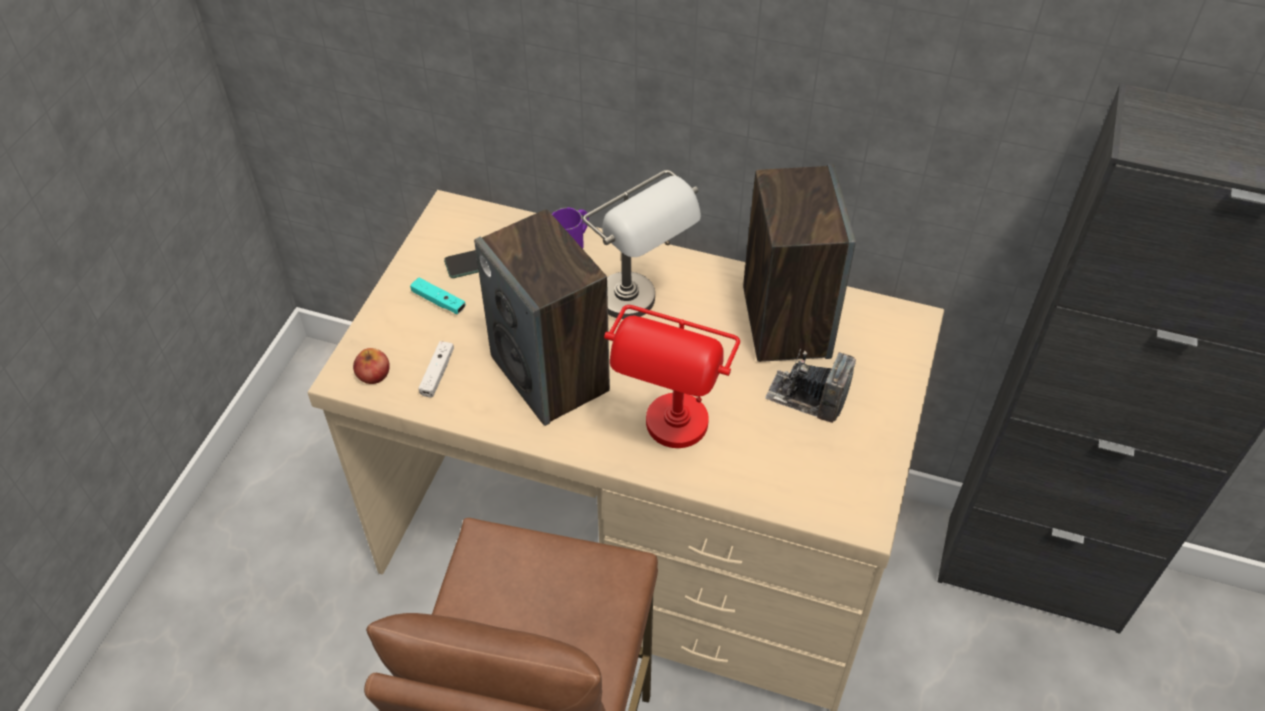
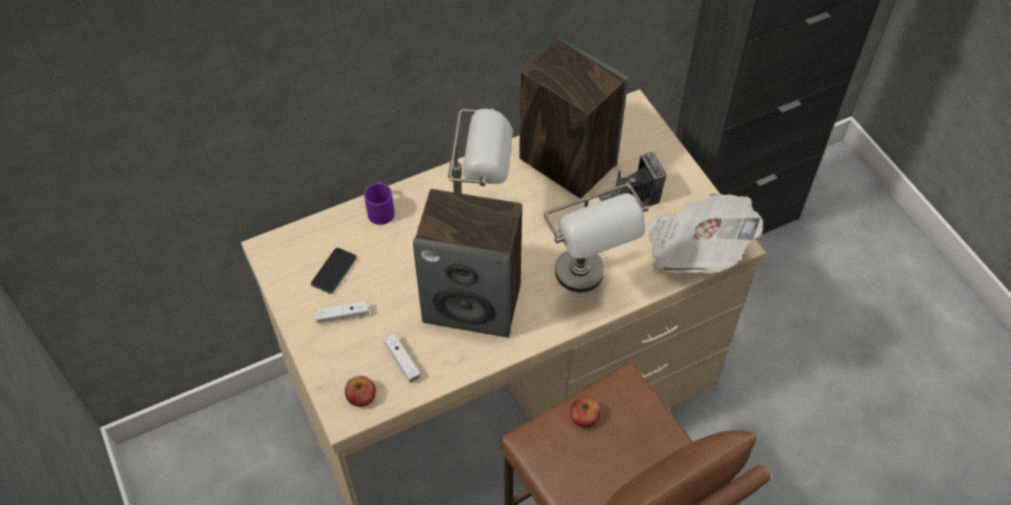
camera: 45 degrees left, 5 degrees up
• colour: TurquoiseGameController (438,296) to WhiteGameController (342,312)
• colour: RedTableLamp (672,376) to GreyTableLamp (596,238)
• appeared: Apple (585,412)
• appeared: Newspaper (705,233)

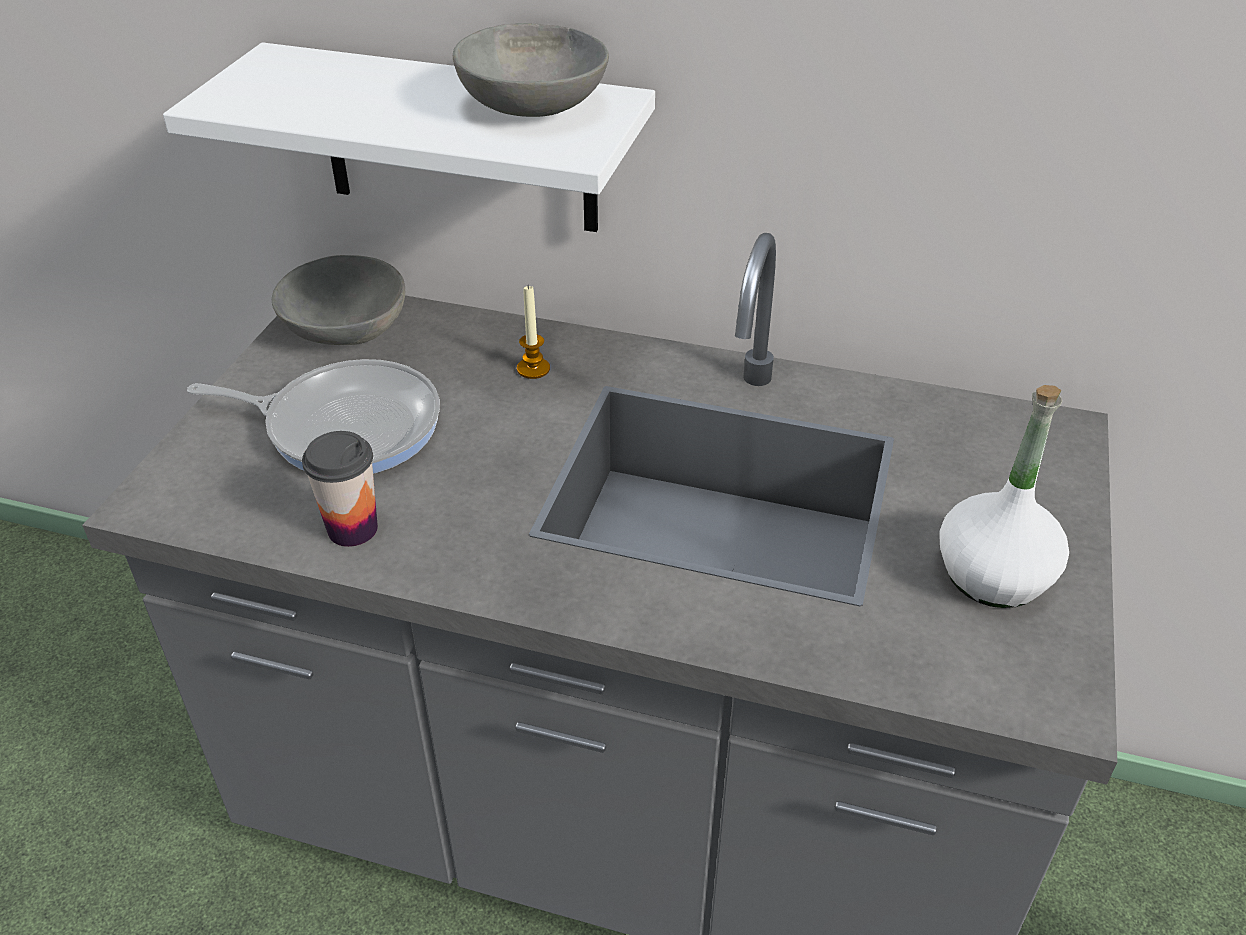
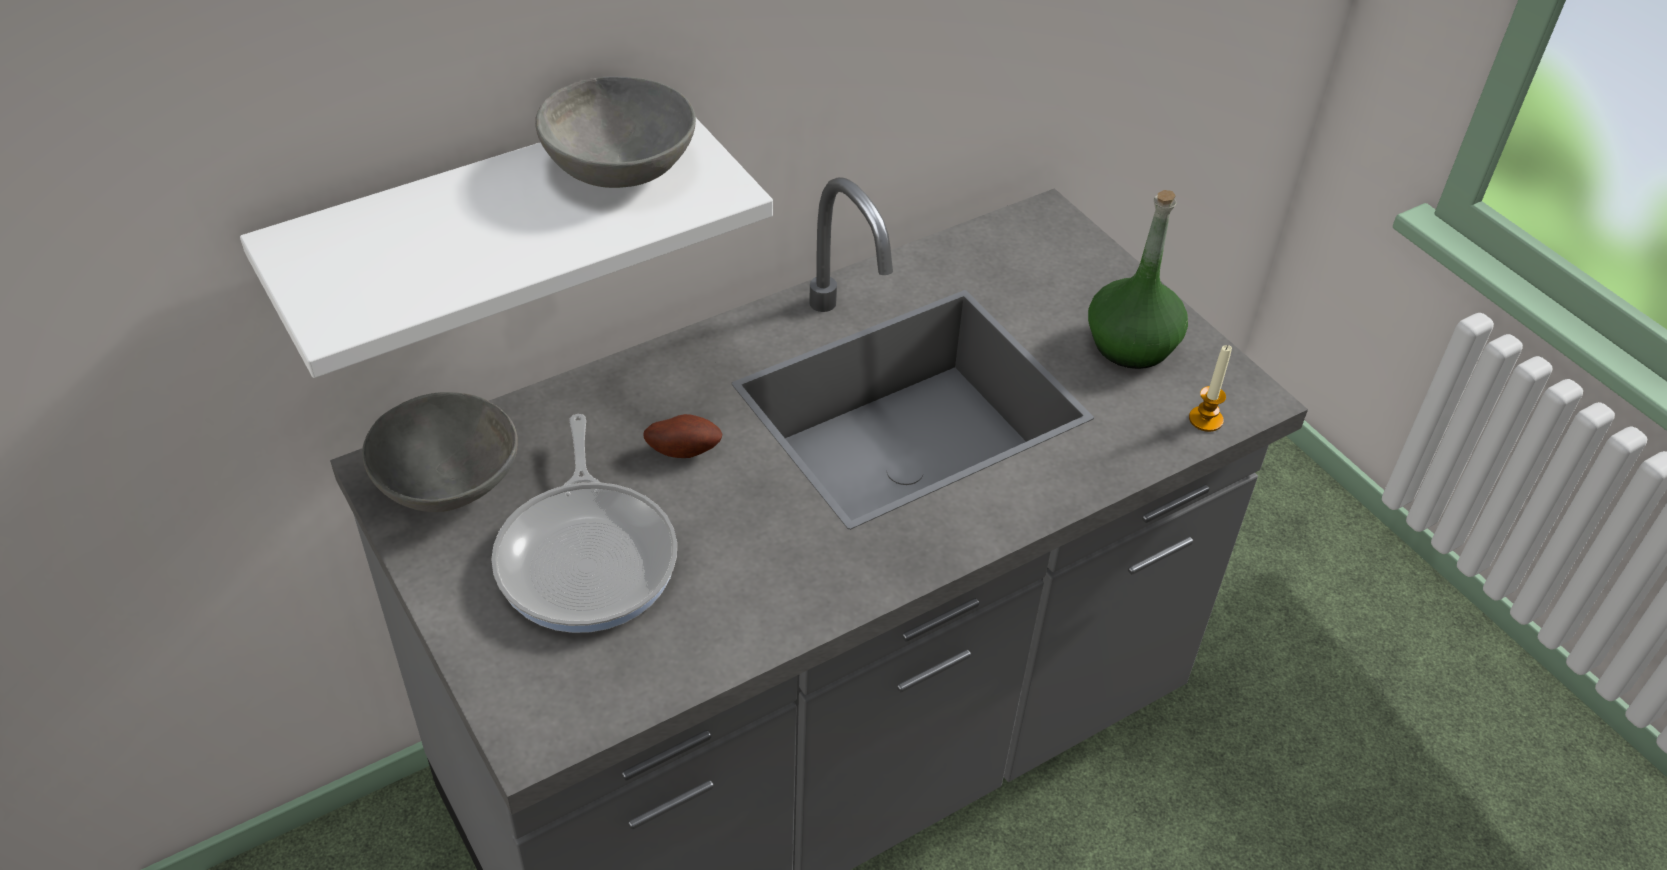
camera: 50 degrees left, 5 degrees up
• spun: FryingPan (313,416) = (584,523) 120 degrees clockwise
• appeared: Potato (682,436)
• colour: WhiteBottle (1004,496) to GreenBottle (1138,279)
• relocated: Candle (533,332) to (1210,388)
• missing: Cup (340,489)

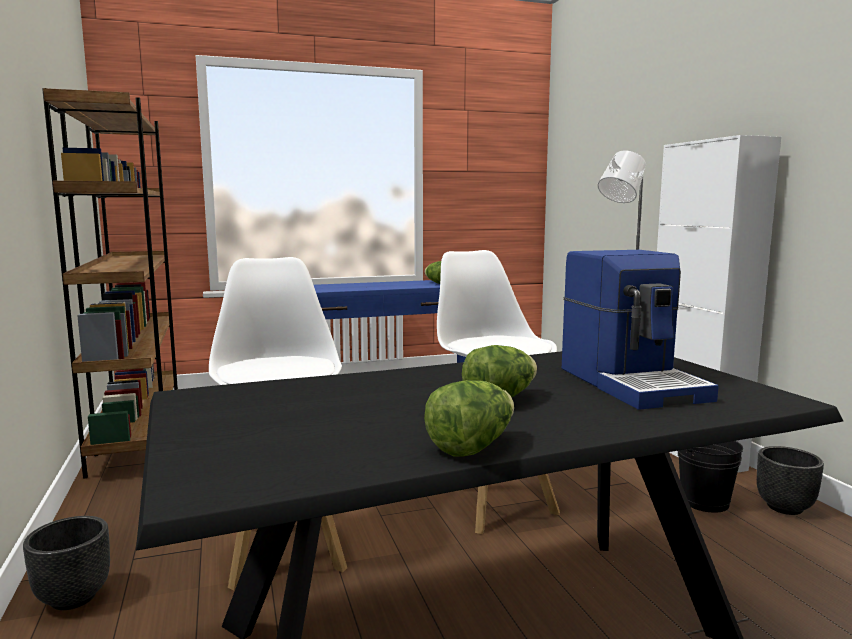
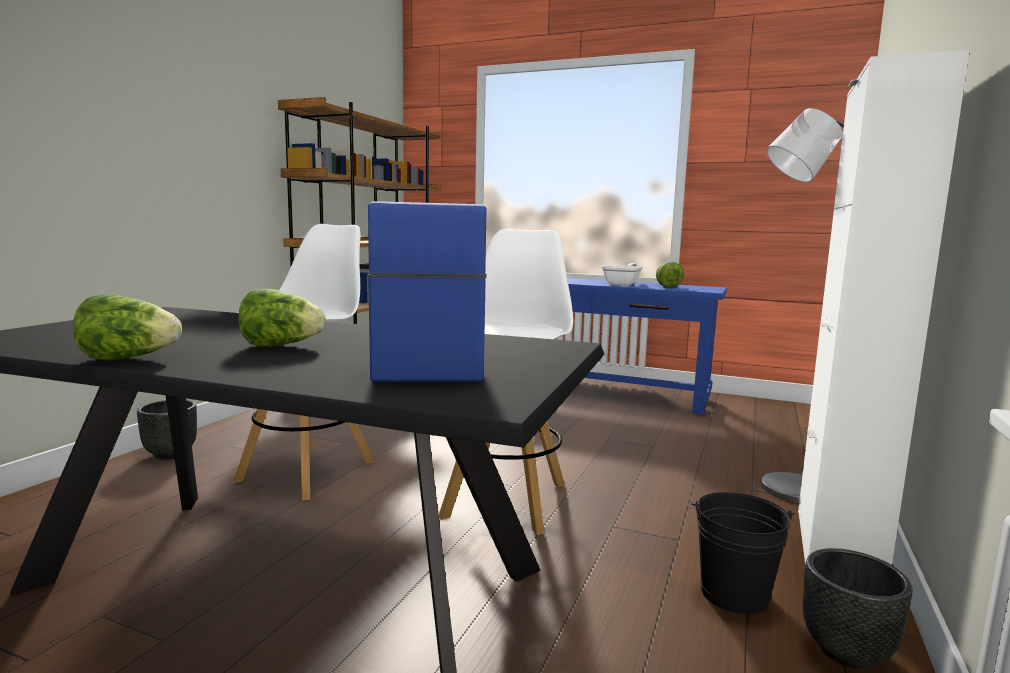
camera: 40 degrees right, 0 degrees up
• spun: CoffeeMachine (640,330) = (427,291) 150 degrees clockwise
• appeared: FryingPan (622,274)

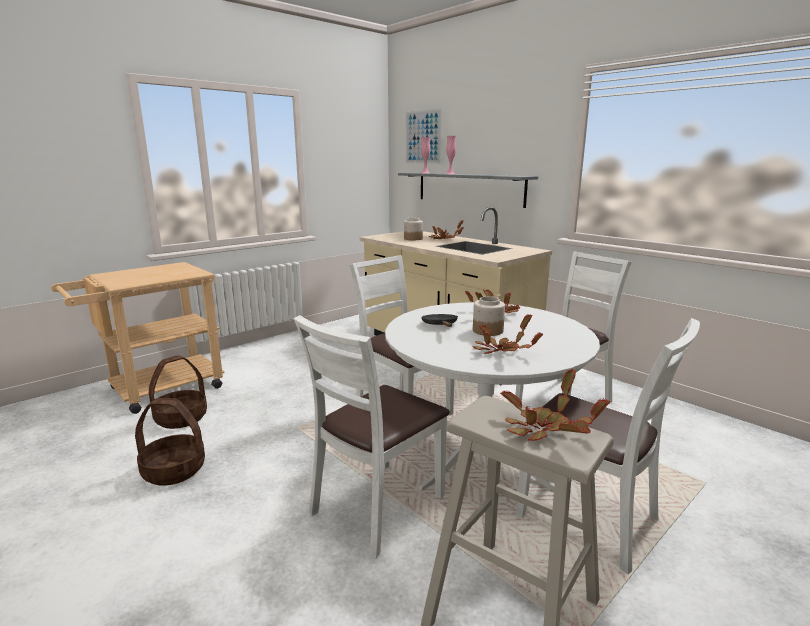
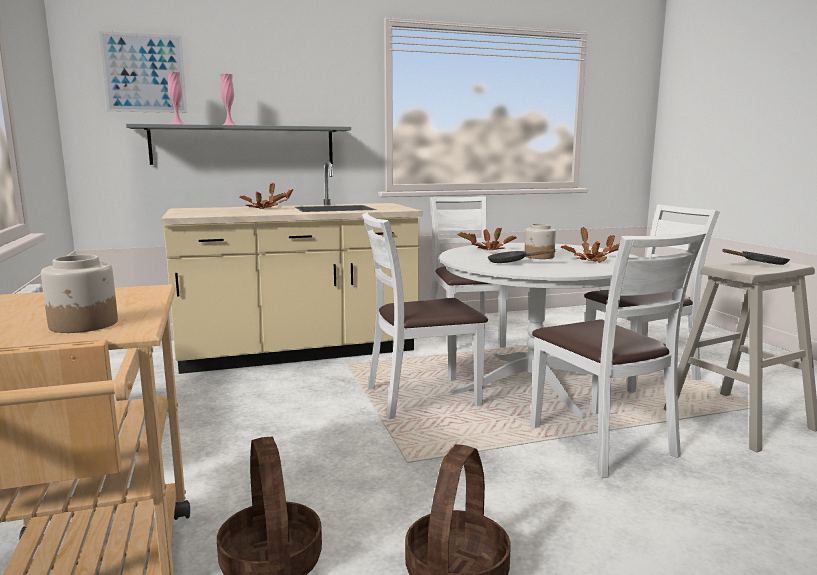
camera: 65 degrees left, 5 degrees down
• relocated: Jar (413,229) to (79,294)
• exchanged: PottedPlant (555,405) to BlackFryingPan (756,257)

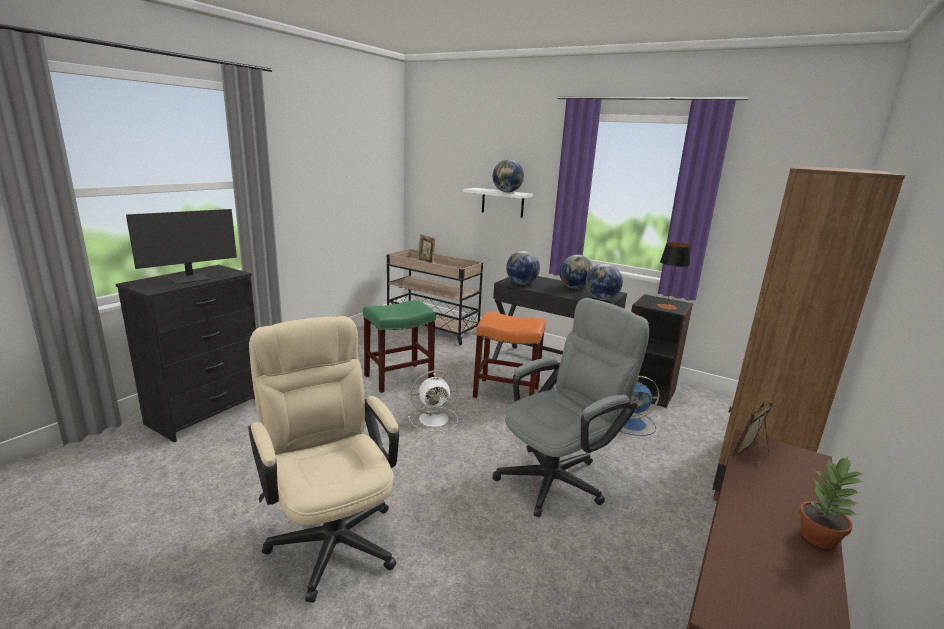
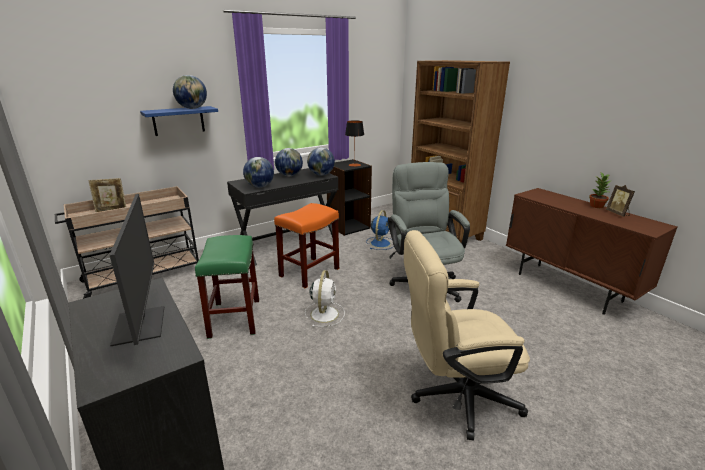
camera: 65 degrees left, 5 degrees up
• colour: WhiteShelf (498,203) to BlueShelf (179,121)
• relocated: PictureFrame (752,434) to (620,201)

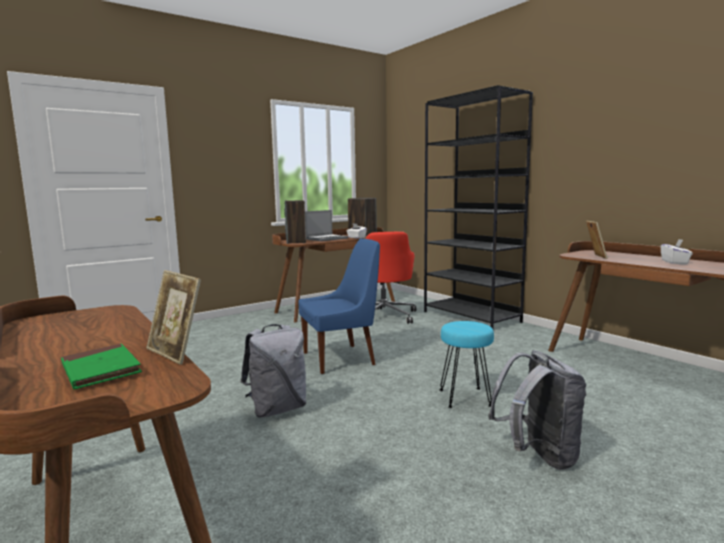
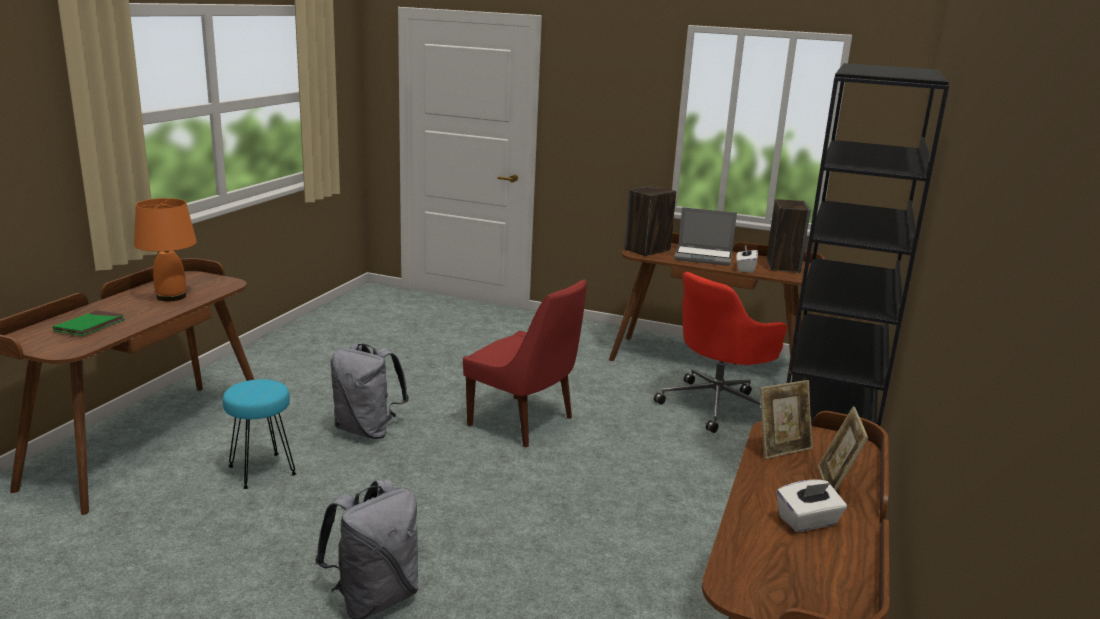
camera: 55 degrees right, 10 degrees up
• appeared: OrangeTableLamp (165,249)
• relocated: TurquoiseStool (467,364) to (259,434)
• colour: BlueChair (339,306) to RedChair (525,363)
• relocated: PictureFrame (174,317) to (843,448)

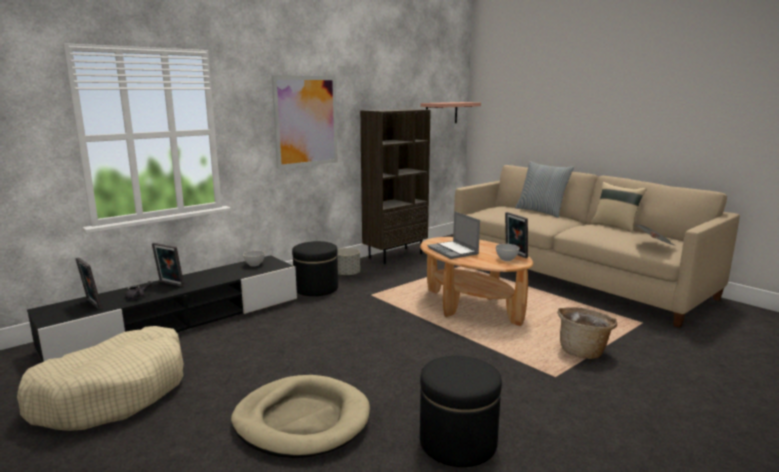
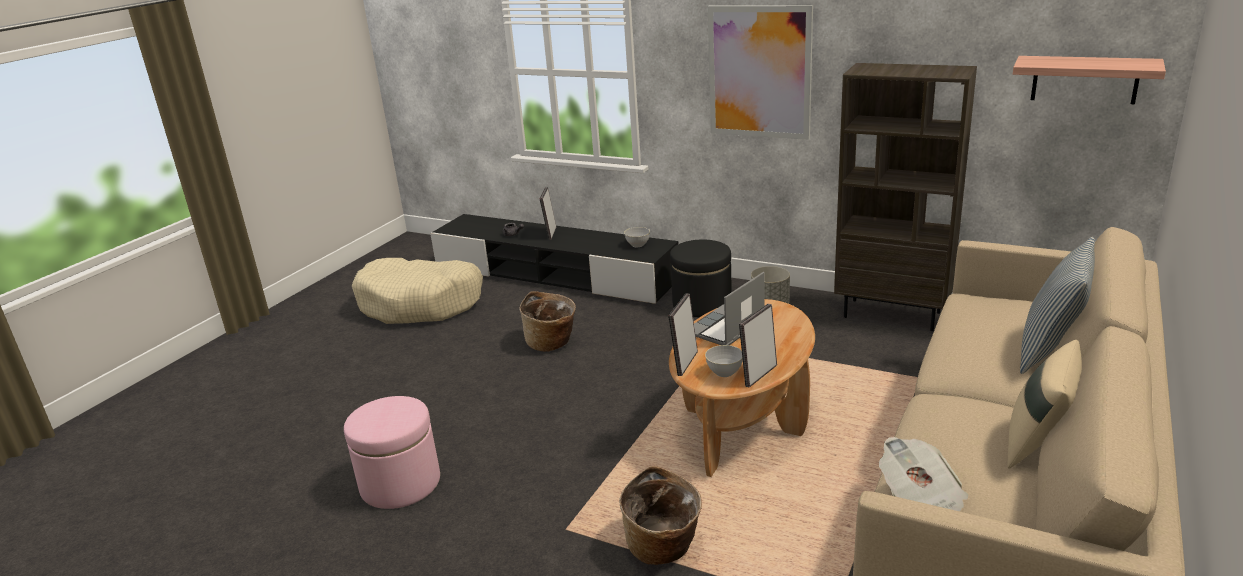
camera: 70 degrees right, 10 degrees up
• colour: BlackOttoman (461,411) to PinkOttoman (392,452)
• appeared: Basket (547,321)
• relocated: PictureFrame (88,283) to (683,334)
• missing: BeigeDogBed (300,416)

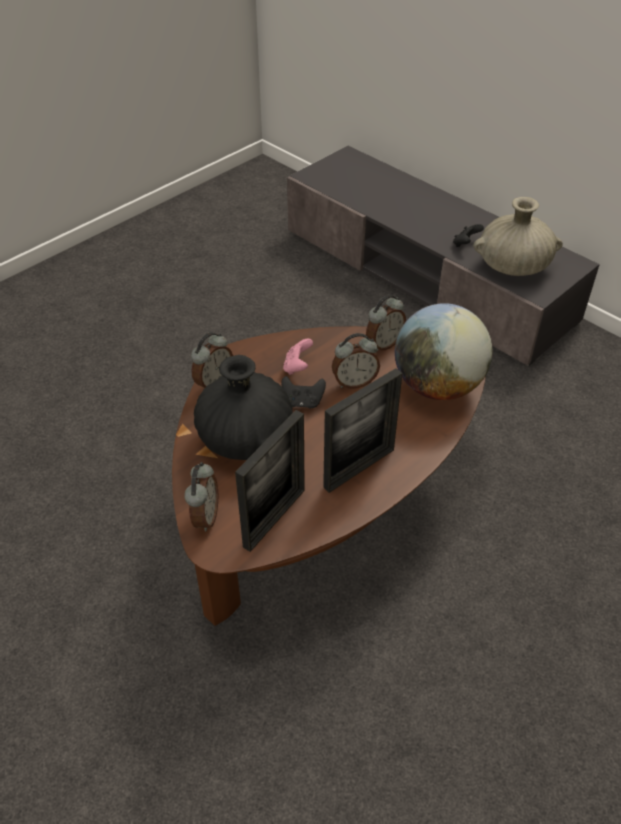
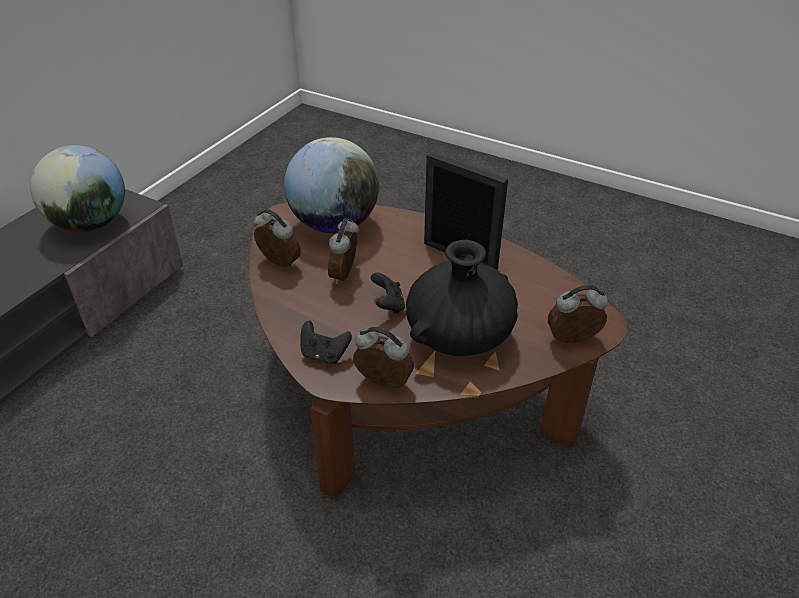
camera: 105 degrees left, 5 degrees down
• exchanged: BeigeVase (518,236) to Globe (77,188)
• relocated: BlackGameController (468,235) to (326,342)
• spun: AlarmClock (356,361) = (343,251) 135 degrees counterclockwise
• missing: PictureFrame (270,481)
• missing: PinkGameController (298,356)

